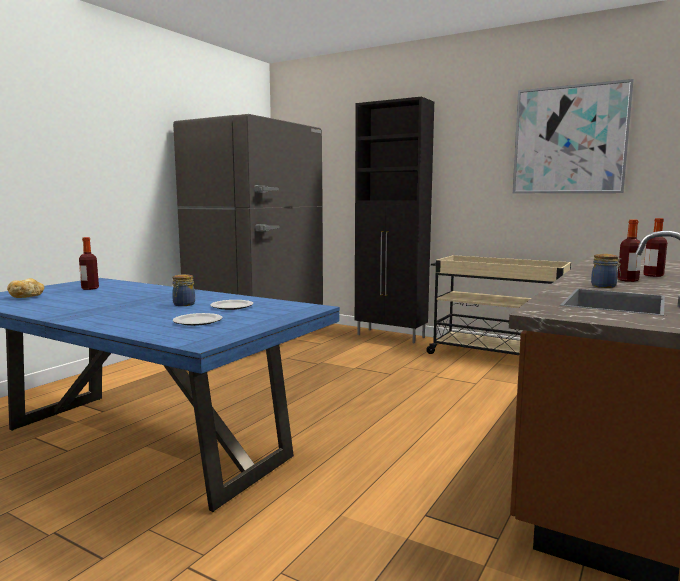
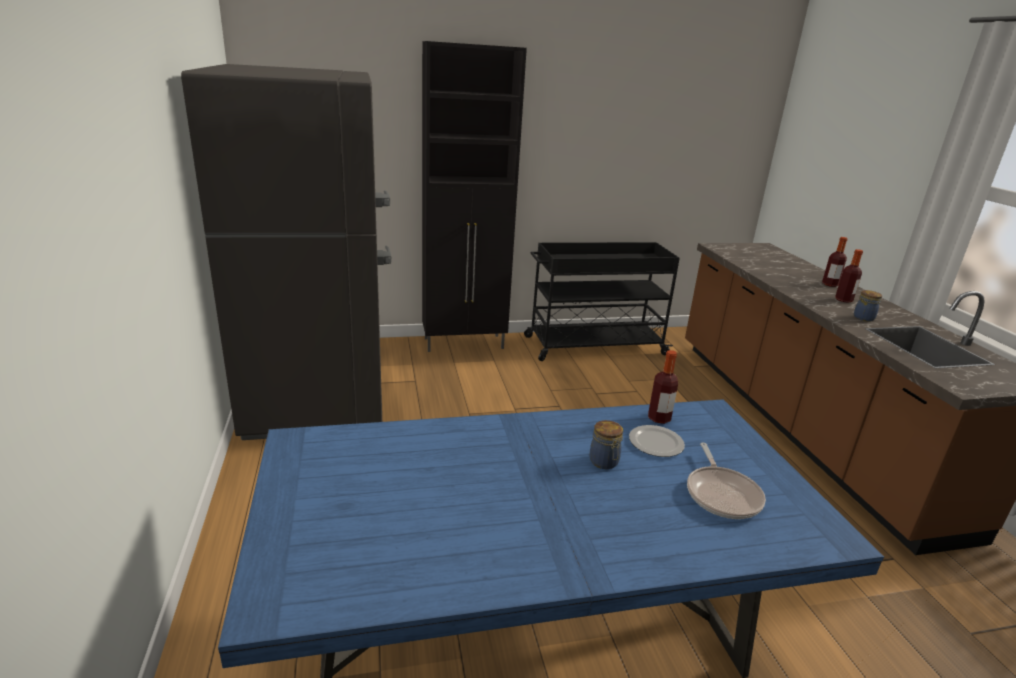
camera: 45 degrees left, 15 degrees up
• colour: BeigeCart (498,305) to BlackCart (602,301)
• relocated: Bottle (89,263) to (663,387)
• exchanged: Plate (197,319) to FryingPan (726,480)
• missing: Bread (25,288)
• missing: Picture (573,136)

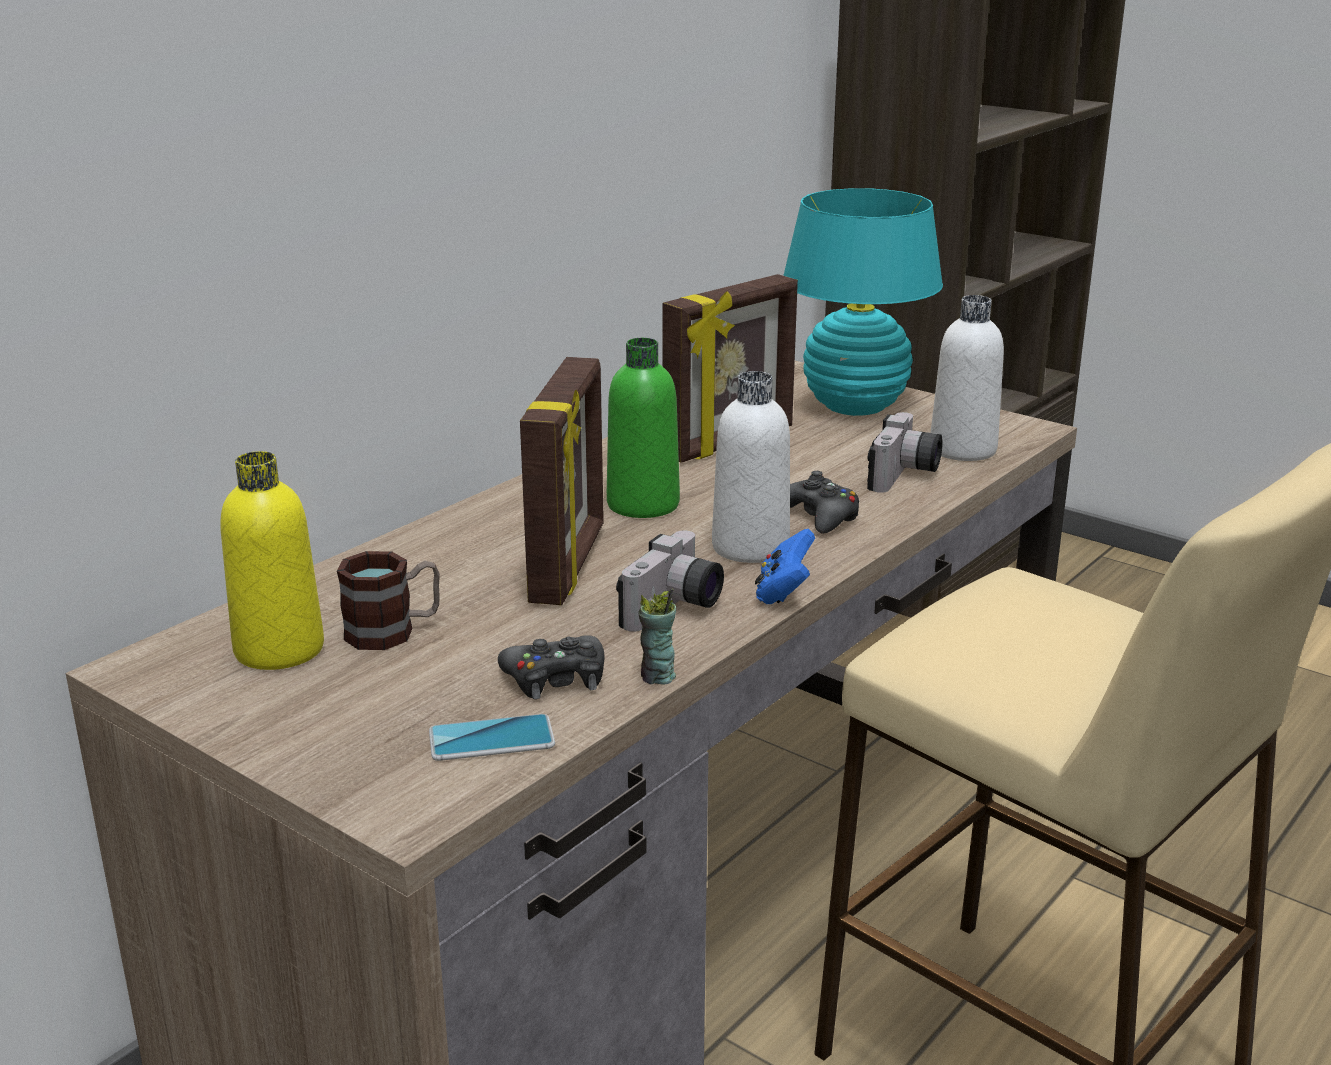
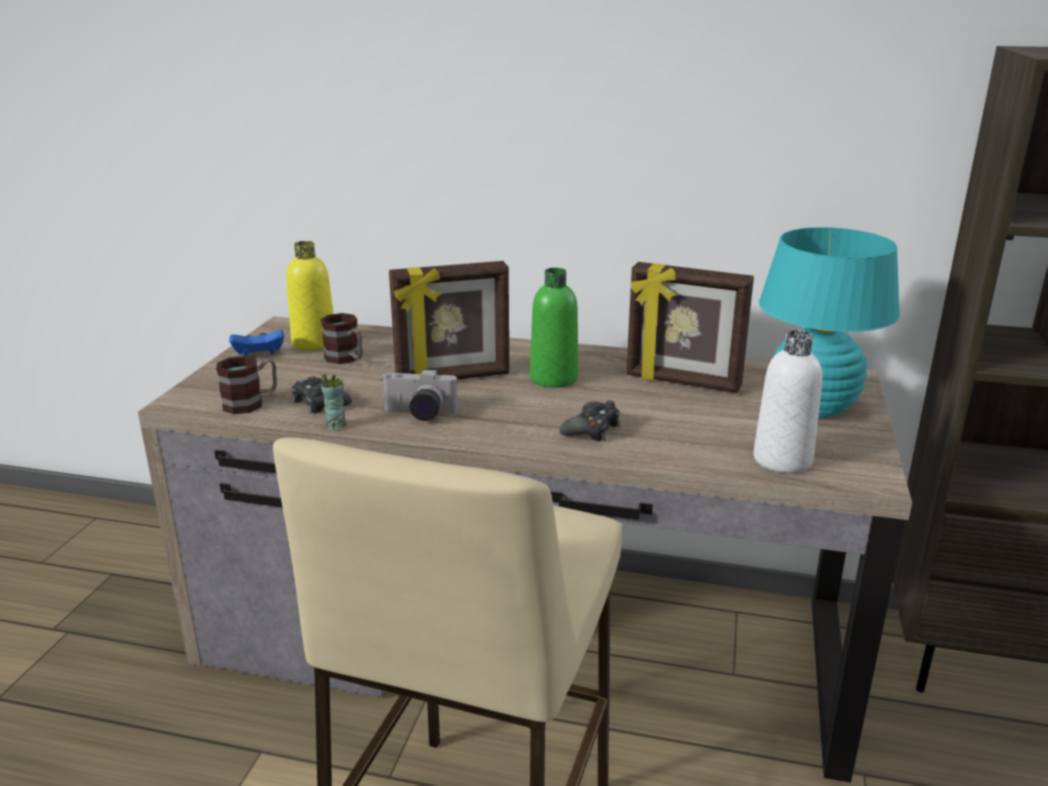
camera: 65 degrees right, 0 degrees up
• exchanged: Phone (492,737) to Mug (246,385)
• relocated: BlueGameController (785,566) to (257,343)
• missing: WhiteBottle (751,467)
• missing: PhotoCamera (905,452)

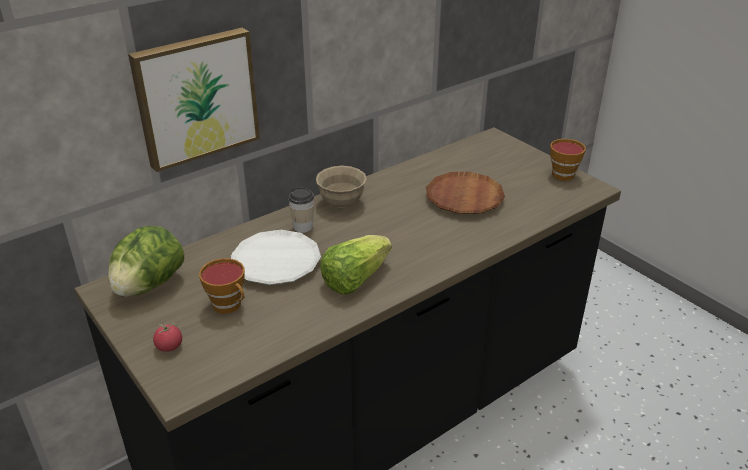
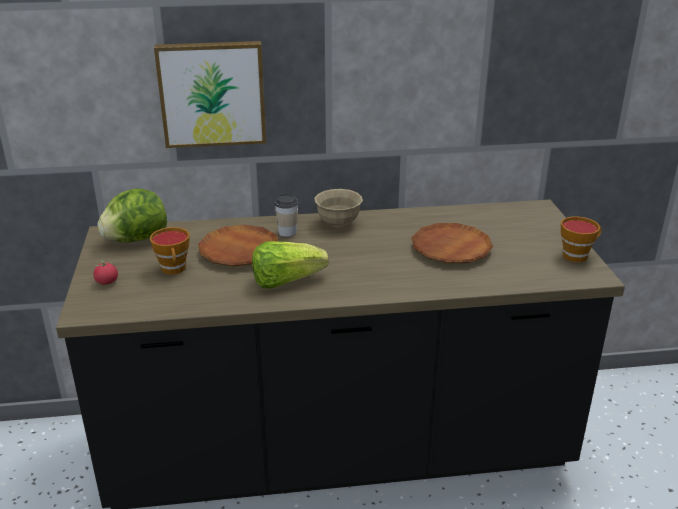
camera: 30 degrees right, 5 degrees down
• colour: WhitePlate (276,257) to BrownPlate (238,245)

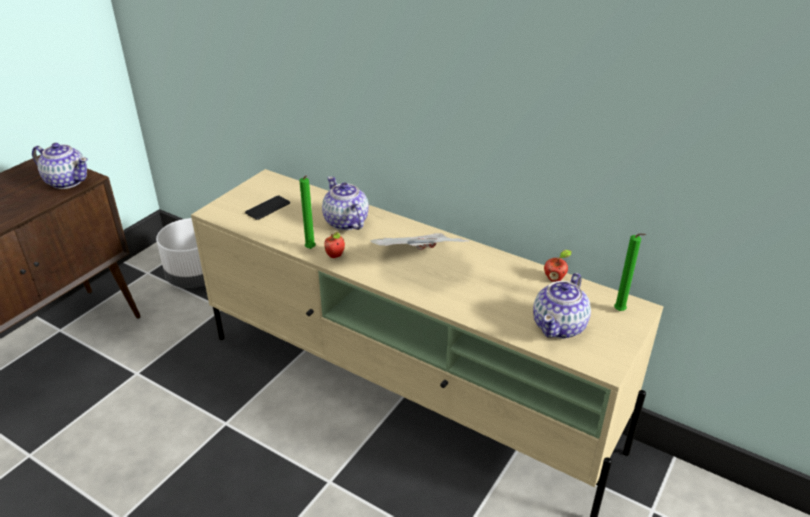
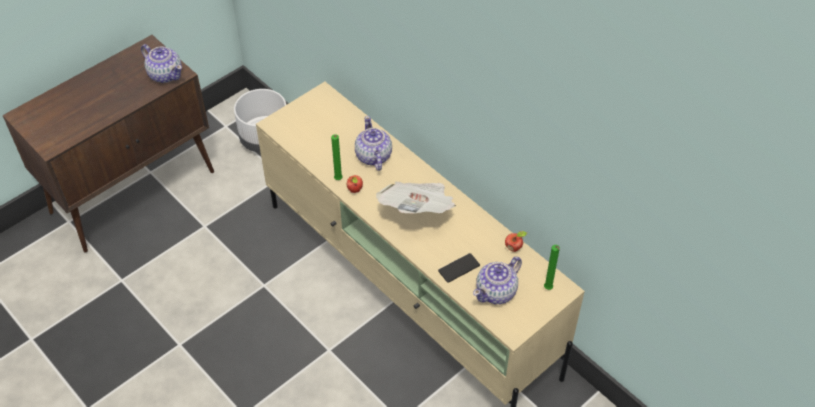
camera: 15 degrees right, 15 degrees up
• relocated: Phone (267,207) to (459,268)

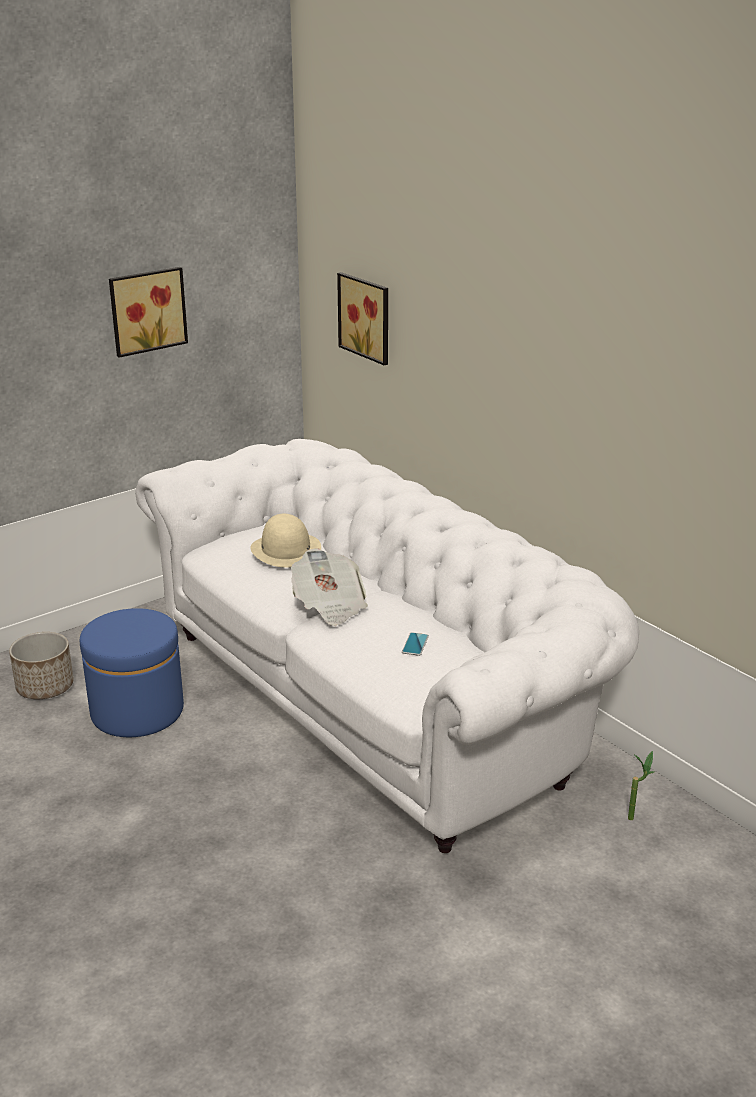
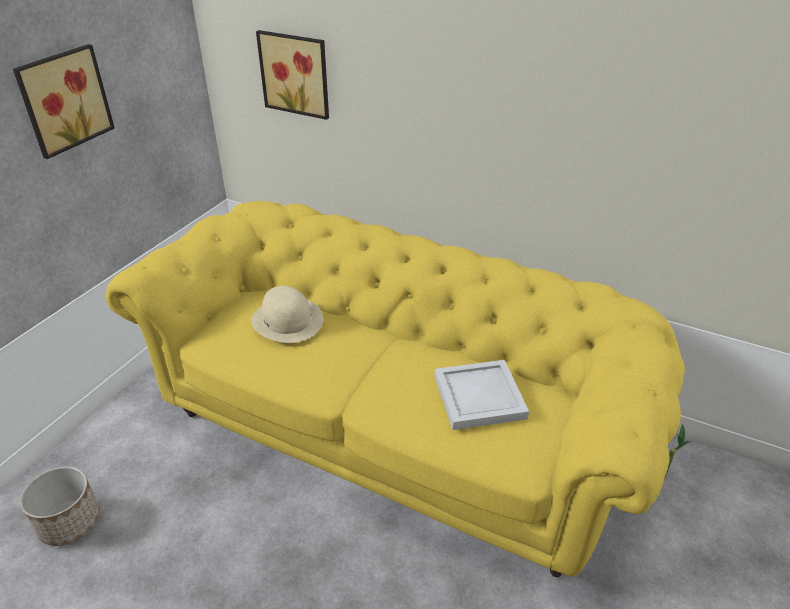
camera: 25 degrees left, 10 degrees up
• colour: WhiteSofa (387,646) to YellowSofa (395,389)
• exchanged: Phone (415,644) to WhiteTray (481,395)
• missing: BlueOttoman (132,672)
• missing: Newspaper (329,587)

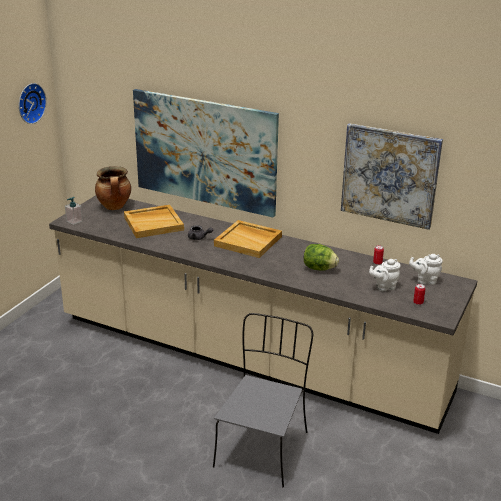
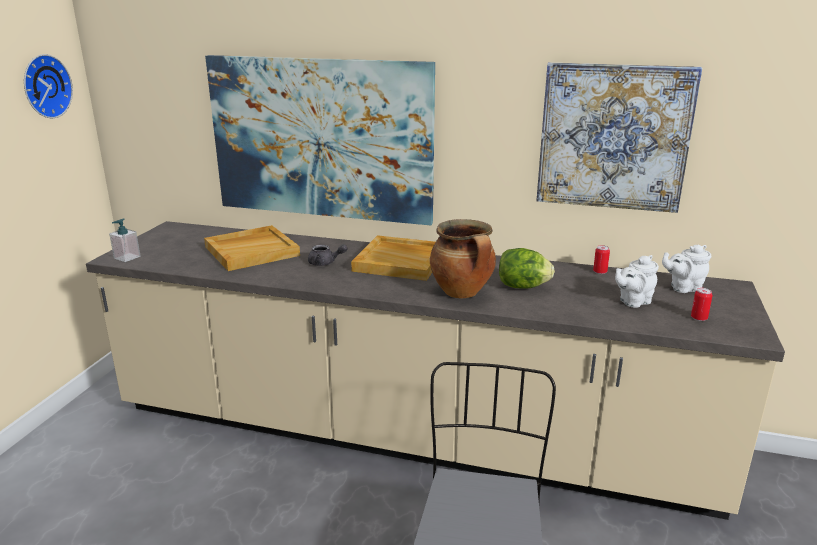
camera: 10 degrees left, 5 degrees down
• relocated: CookingPot (113,188) to (463,259)

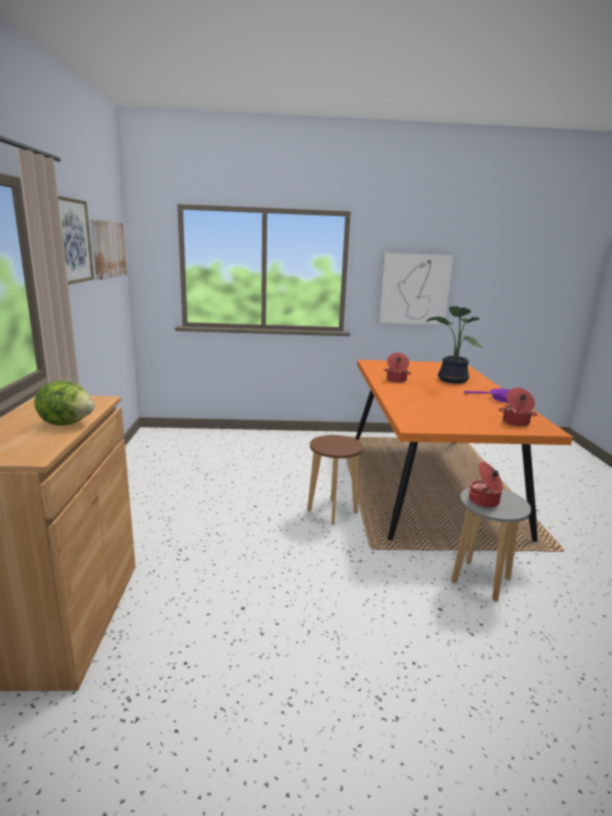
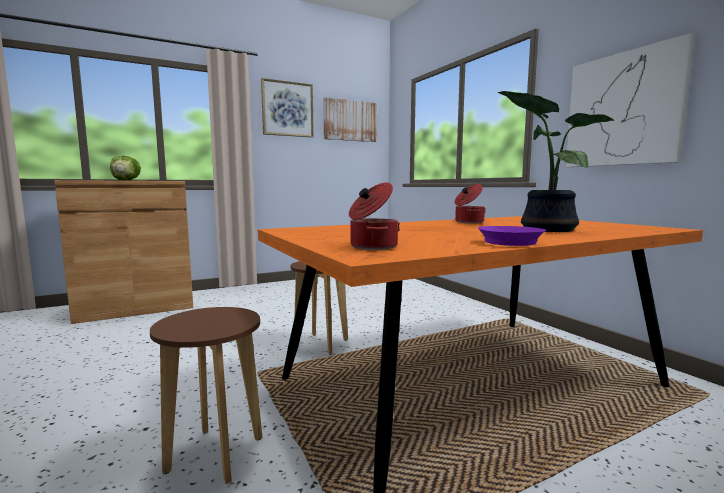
camera: 65 degrees right, 10 degrees down
• colour: GreyStool (491,544) to BrownStool (206,395)
• missing: CookingPot (486,485)

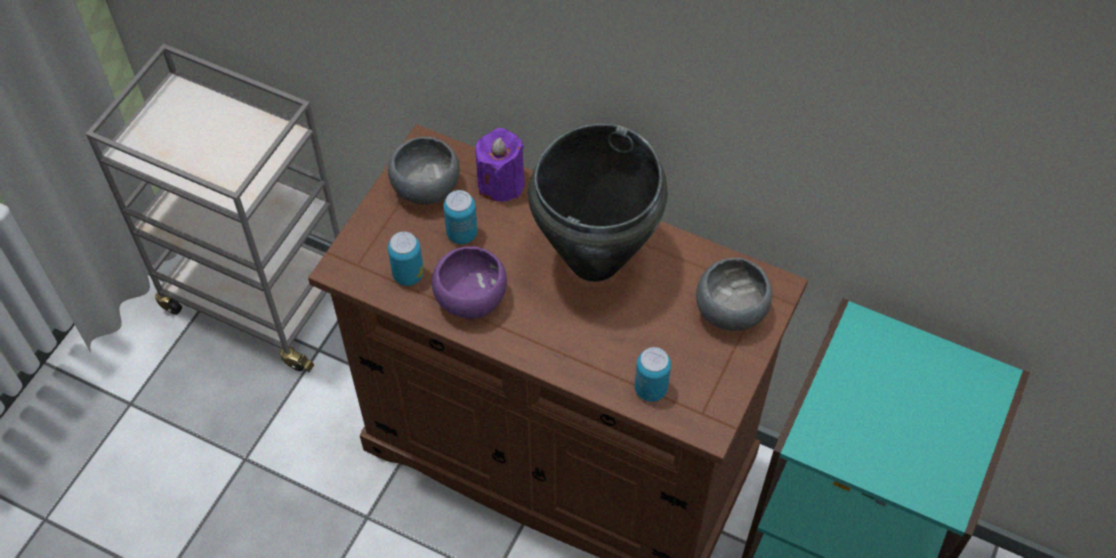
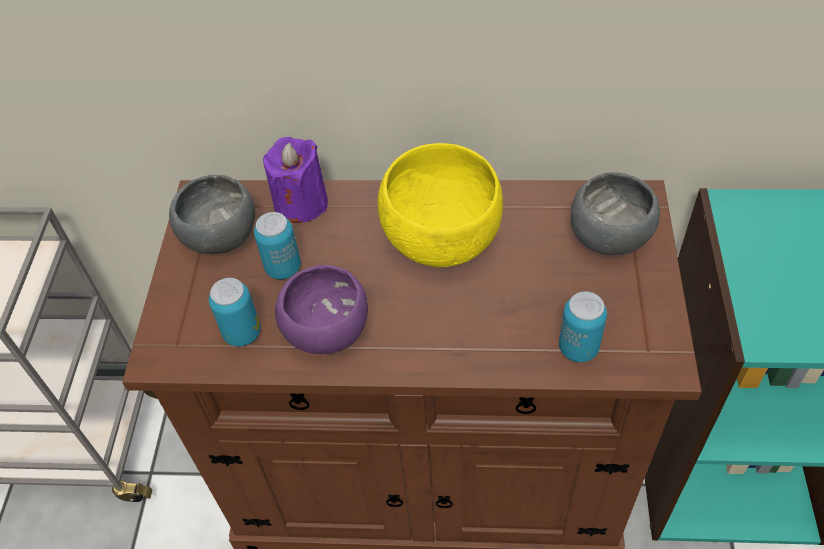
camera: 20 degrees left, 5 degrees down
• exchanged: BlackCookingPot (597,202) to YellowBowl (440,205)

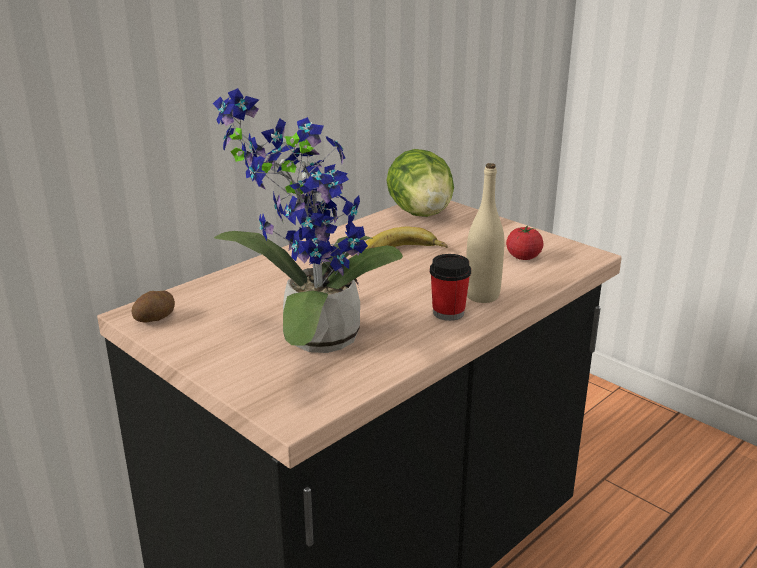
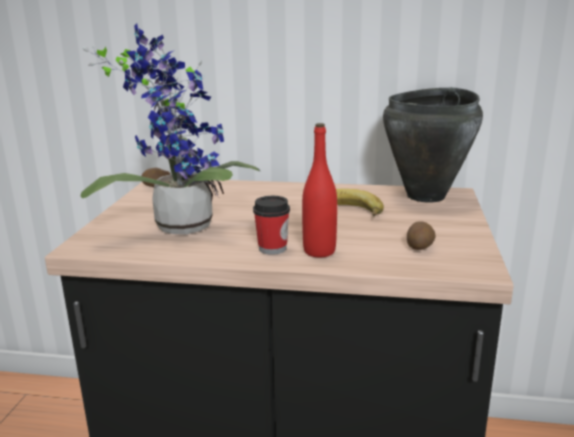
camera: 55 degrees right, 5 degrees down
• colour: BeigeBottle (485,233) to RedBottle (319,190)
• exchanged: Lettuce (420,183) to BlackCookingPot (433,144)
• exchanged: Tomato (525,243) to Potato (421,235)

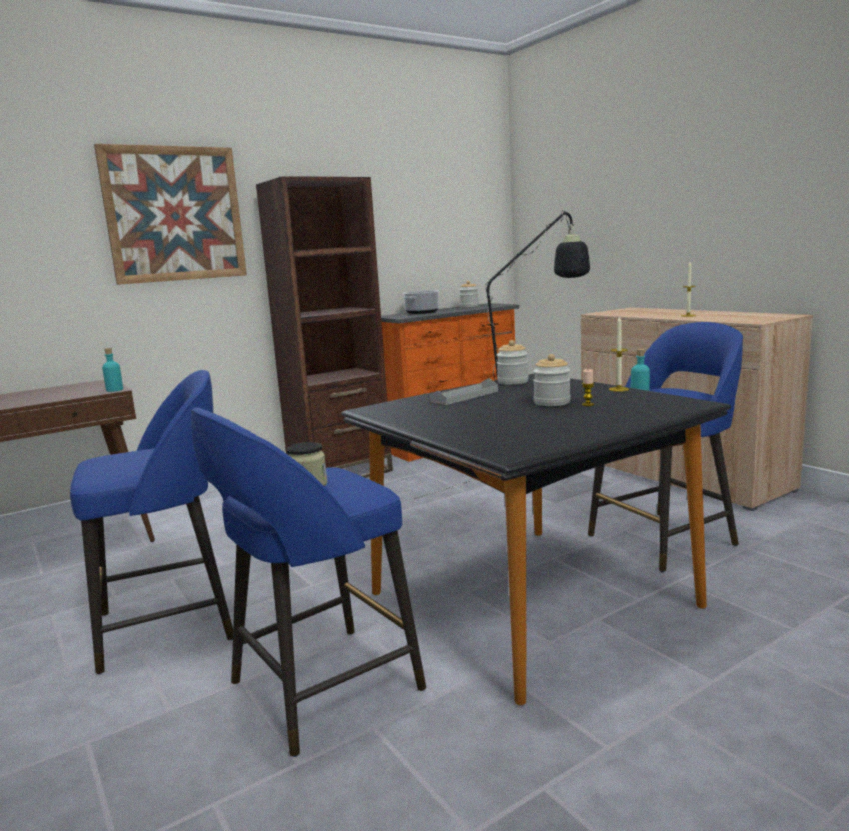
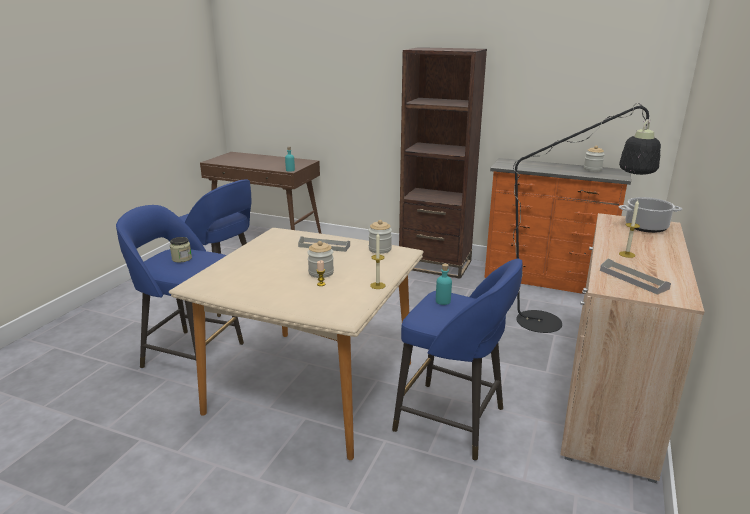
camera: 55 degrees right, 10 degrees up
• colour: BlackDiningTable (536,539) to BeigeDiningTable (296,344)
• appeared: GreyTray (635,277)
• relocated: CookingPot (421,302) to (650,215)
• missing: Picture (170,214)

